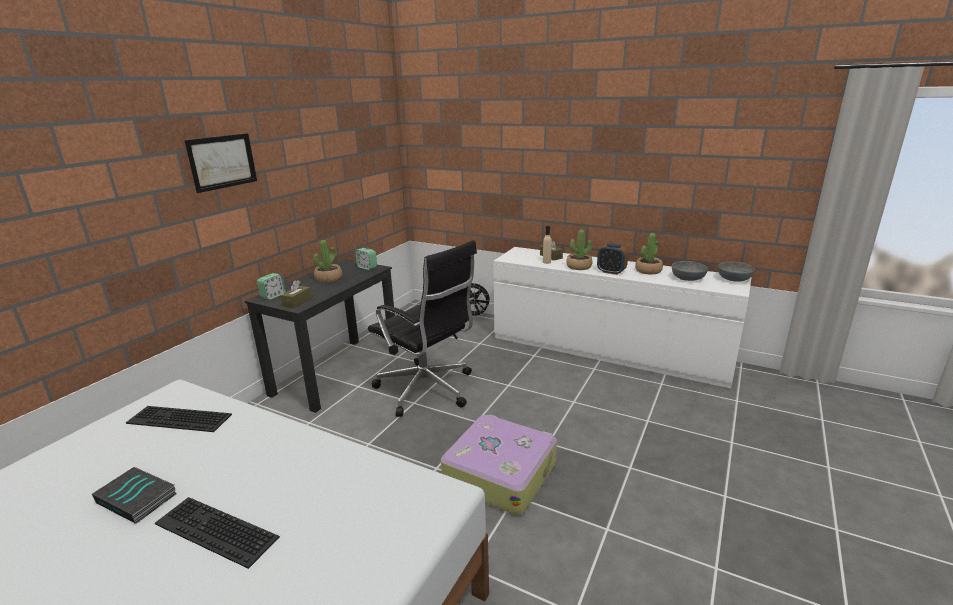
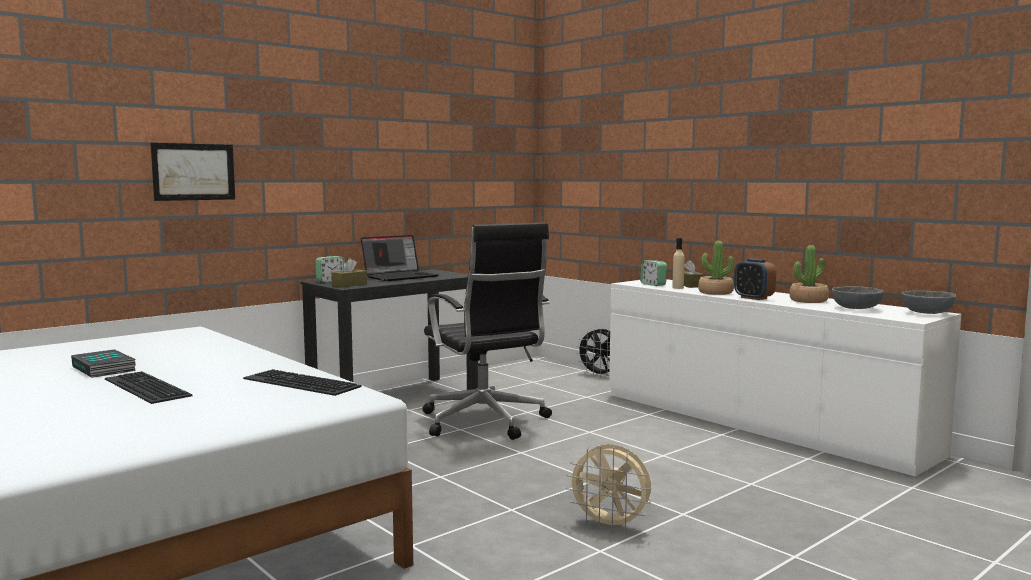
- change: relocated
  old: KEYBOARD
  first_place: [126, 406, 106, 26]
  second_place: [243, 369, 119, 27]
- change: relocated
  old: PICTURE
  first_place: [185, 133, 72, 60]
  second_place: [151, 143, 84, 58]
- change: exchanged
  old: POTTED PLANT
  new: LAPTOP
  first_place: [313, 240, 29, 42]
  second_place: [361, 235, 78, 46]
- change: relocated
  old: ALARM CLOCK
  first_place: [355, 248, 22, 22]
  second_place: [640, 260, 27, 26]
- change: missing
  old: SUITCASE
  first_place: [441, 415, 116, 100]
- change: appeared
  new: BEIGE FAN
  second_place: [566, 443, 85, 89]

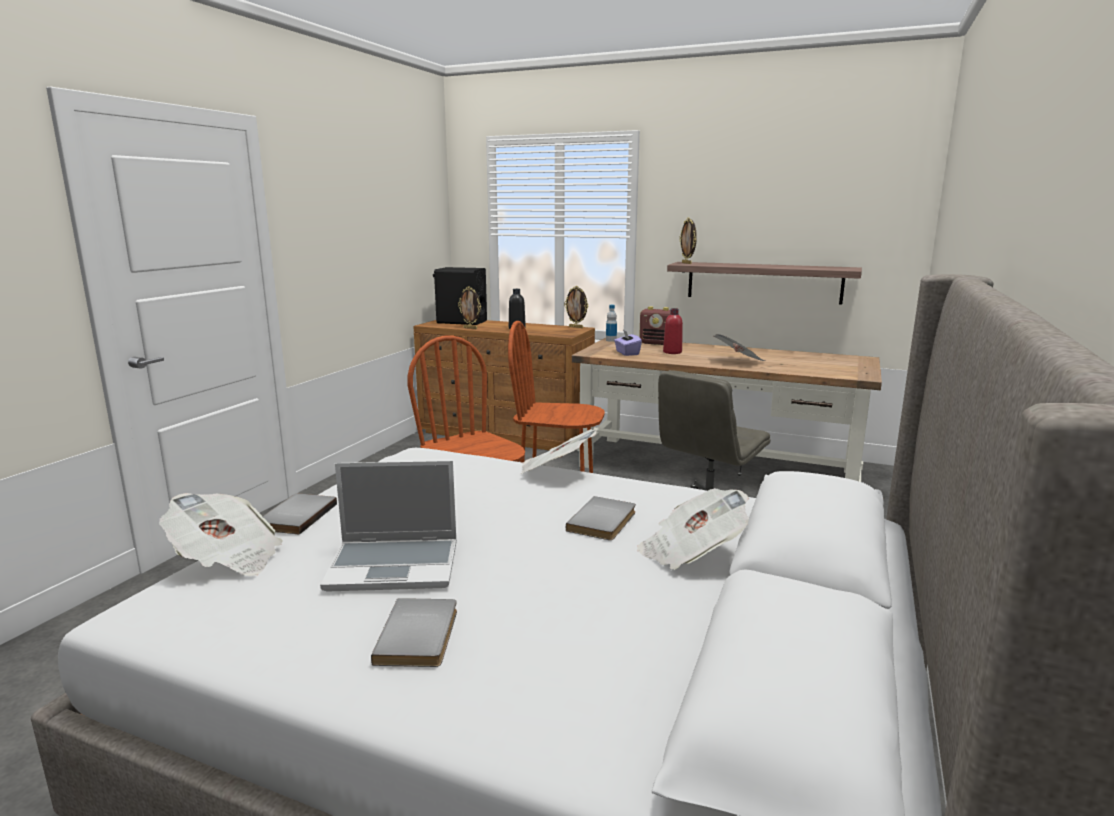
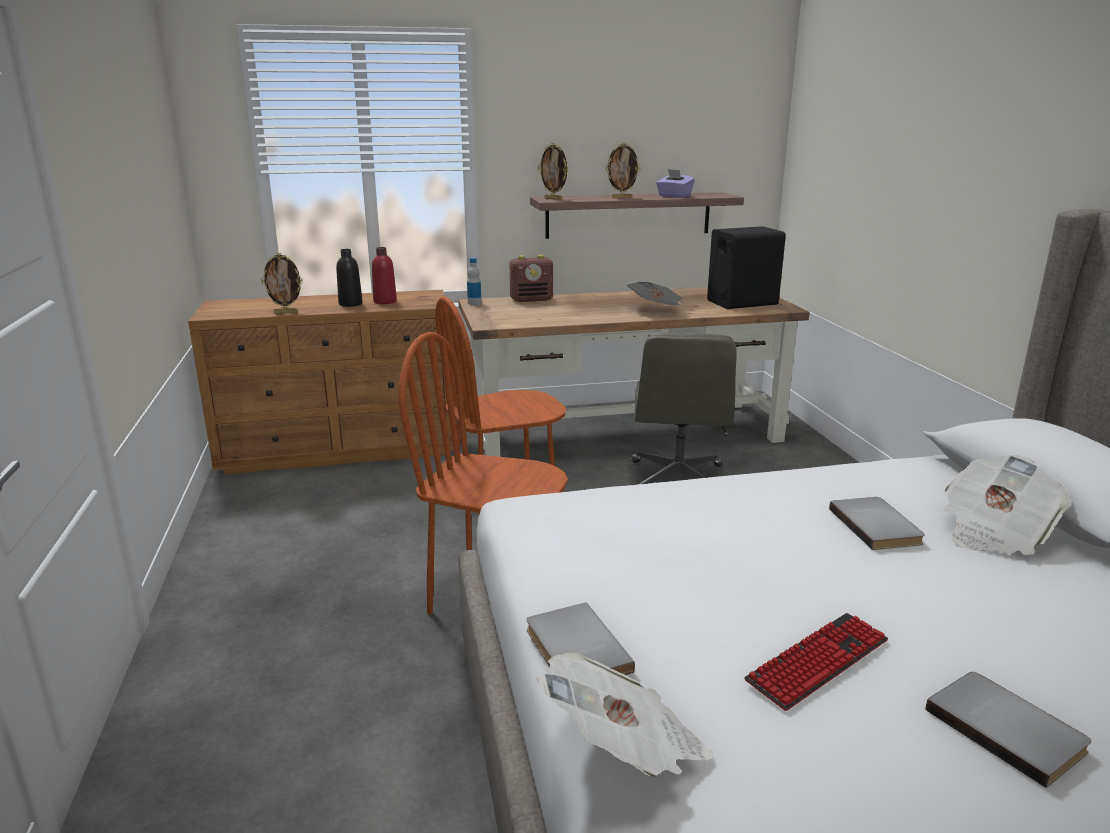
- change: exchanged
  old: LAPTOP
  new: KEYBOARD
  first_place: [320, 461, 137, 131]
  second_place: [744, 613, 144, 98]
- change: relocated
  old: BLACK SPEAKER
  first_place: [433, 267, 54, 58]
  second_place: [707, 226, 79, 83]
- change: missing
  old: NEWSPAPER
  first_place: [521, 429, 76, 45]
- change: relocated
  old: PICTURE FRAME
  first_place: [564, 286, 24, 42]
  second_place: [606, 142, 35, 56]
- change: relocated
  old: PURPLE TISSUE BOX
  first_place: [614, 330, 28, 26]
  second_place: [656, 169, 39, 29]
- change: relocated
  old: RED BOTTLE
  first_place: [663, 308, 20, 46]
  second_place: [372, 247, 25, 57]

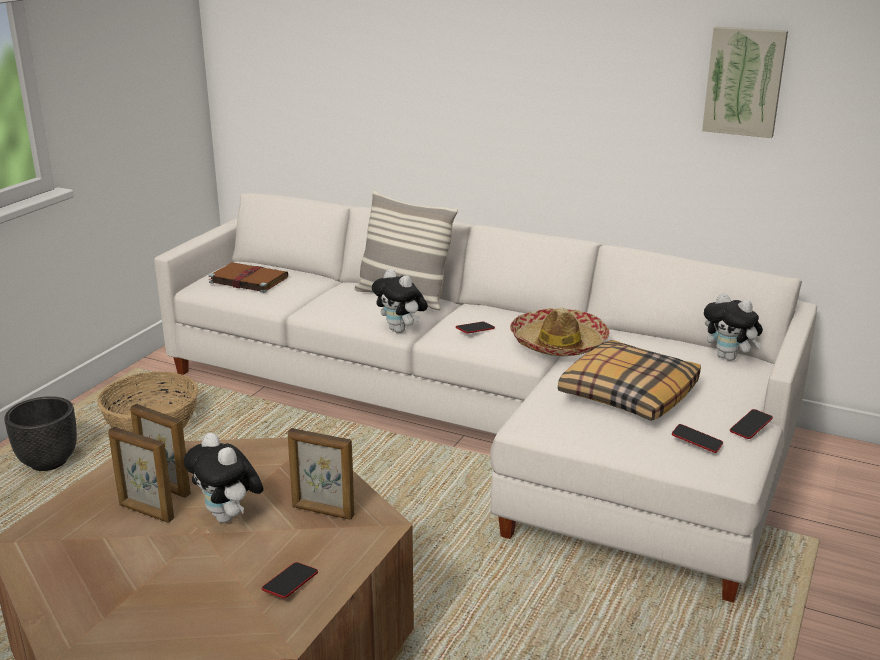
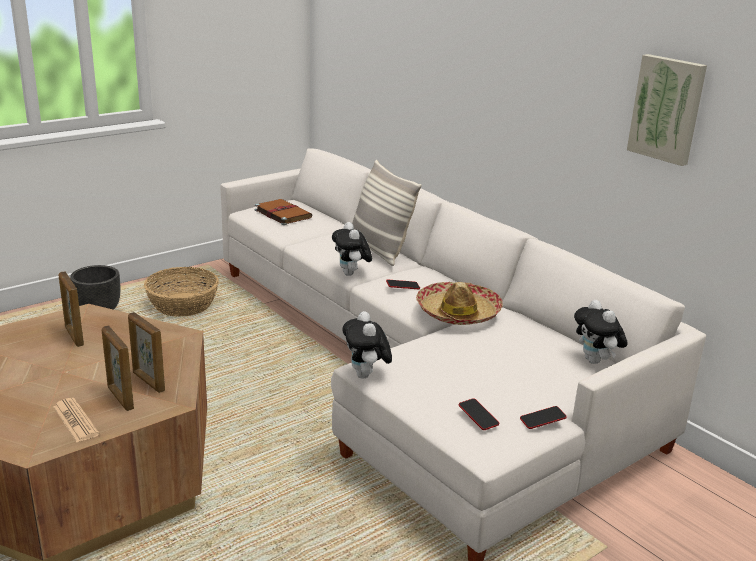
- change: relocated
  old: PICTURE FRAME
  first_place: [108, 427, 66, 96]
  second_place: [102, 325, 32, 86]
- change: relocated
  old: PLUSH TOY
  first_place: [184, 433, 80, 90]
  second_place: [342, 311, 50, 68]
- change: exchanged
  old: PHONE
  new: NEWSPAPER
  first_place: [262, 562, 56, 36]
  second_place: [53, 398, 46, 44]
- change: missing
  old: PILLOW
  first_place: [558, 340, 143, 81]

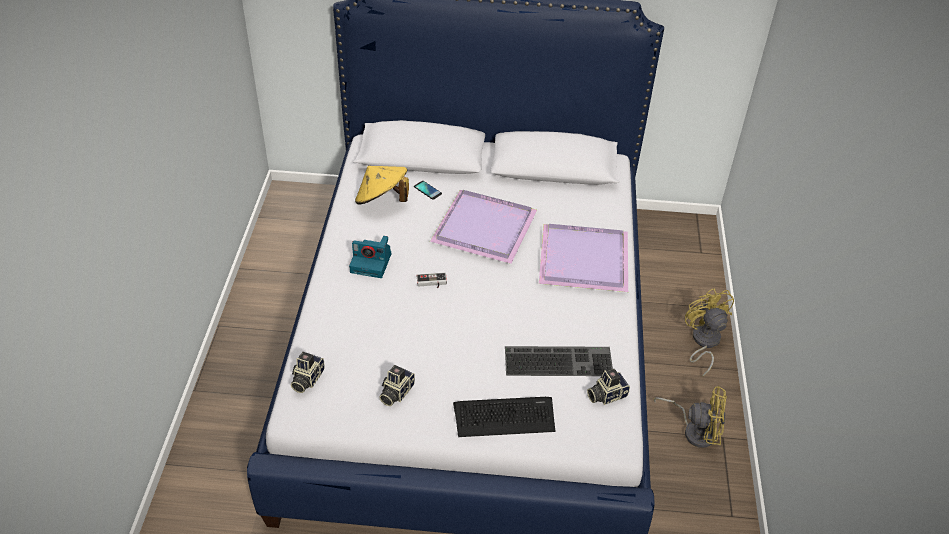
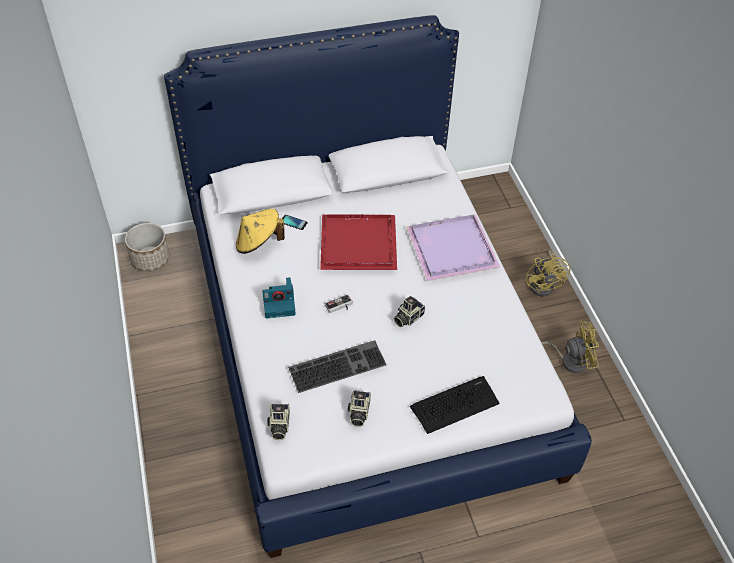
- change: colour
  old: PURPLE TRAY
  new: RED TRAY
  first_place: [430, 190, 107, 74]
  second_place: [320, 214, 77, 56]
- change: relocated
  old: KEYBOARD
  first_place: [505, 346, 108, 30]
  second_place: [288, 340, 98, 53]
- change: relocated
  old: PHOTO CAMERA
  first_place: [587, 369, 43, 36]
  second_place: [394, 296, 31, 31]
- change: spun
  old: YELLOW FAN
  first_place: [685, 288, 49, 89]
  second_place: [525, 250, 45, 46]
  degrees: -150
- change: appeared
  new: PLANTER
  second_place: [125, 223, 45, 49]

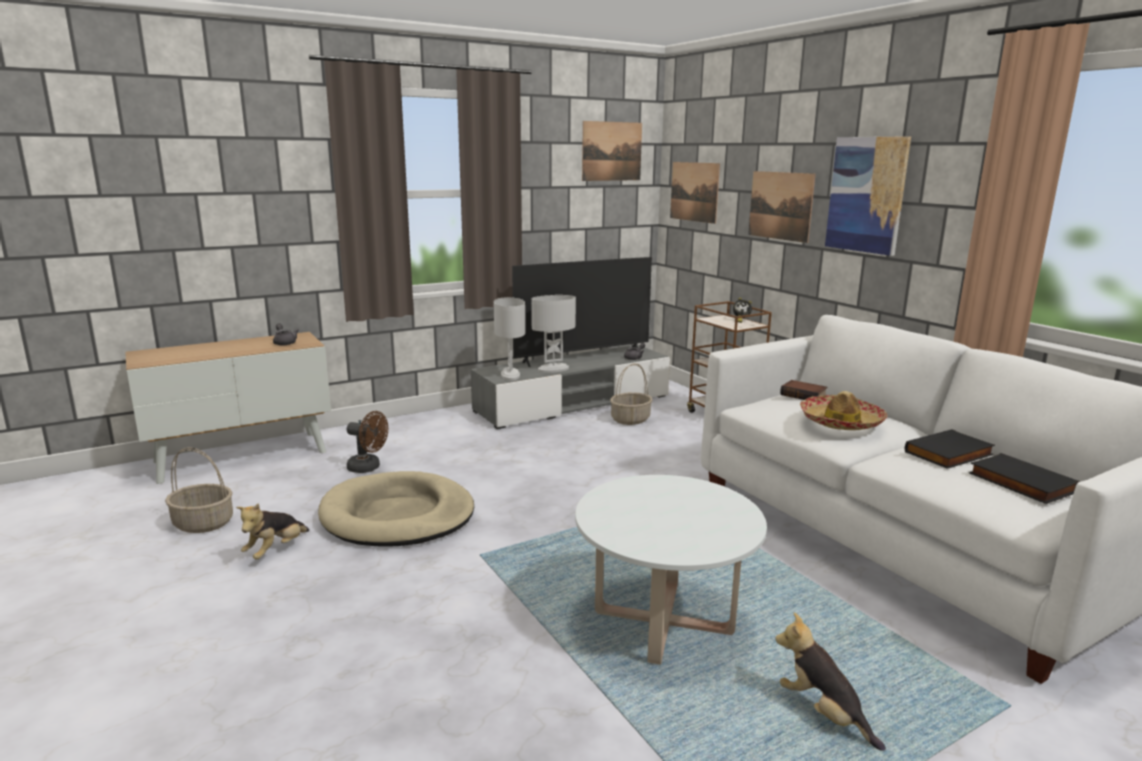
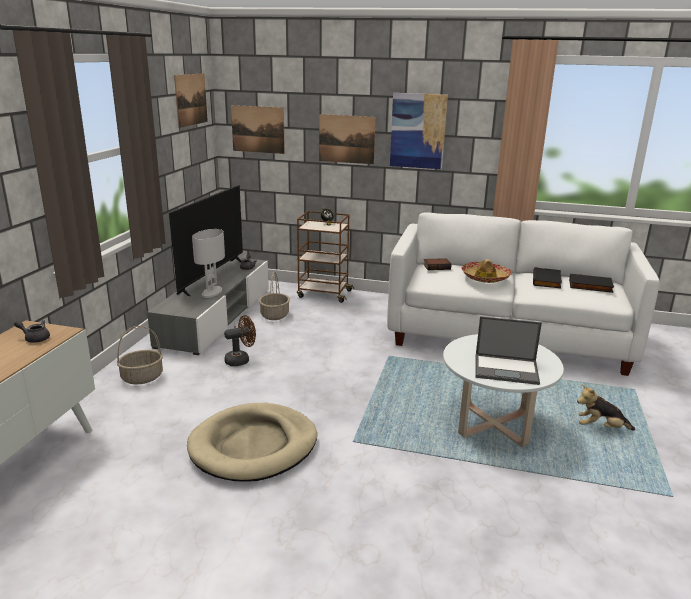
- change: relocated
  old: BASKET
  first_place: [165, 447, 68, 86]
  second_place: [117, 326, 46, 58]
- change: missing
  old: PLUSH TOY
  first_place: [236, 503, 73, 56]
- change: relocated
  old: BROWN FAN
  first_place: [347, 411, 41, 62]
  second_place: [224, 315, 32, 51]
- change: missing
  old: WHITE TABLE LAMP
  first_place: [494, 297, 31, 84]
- change: appeared
  new: LAPTOP
  second_place: [475, 316, 67, 69]

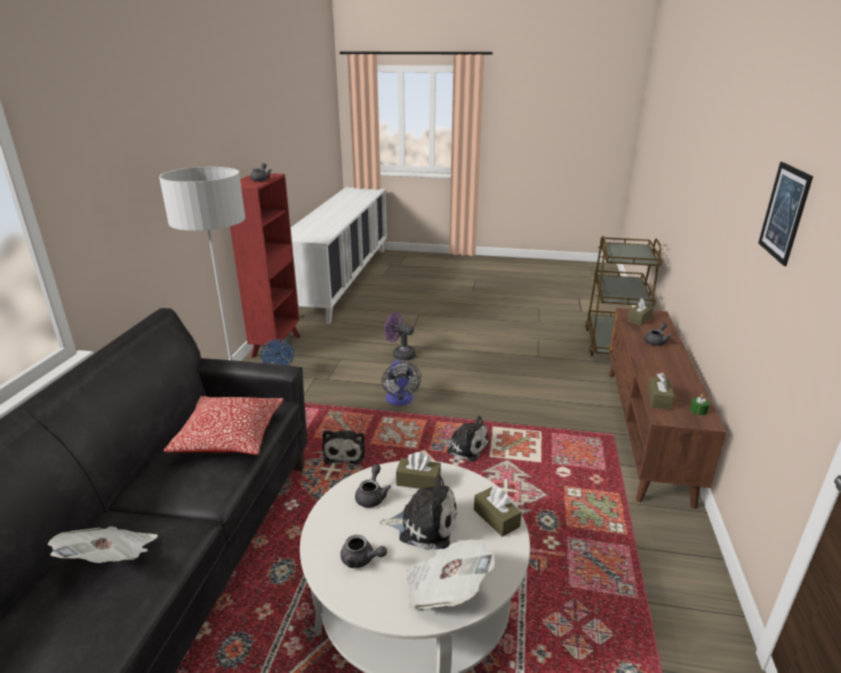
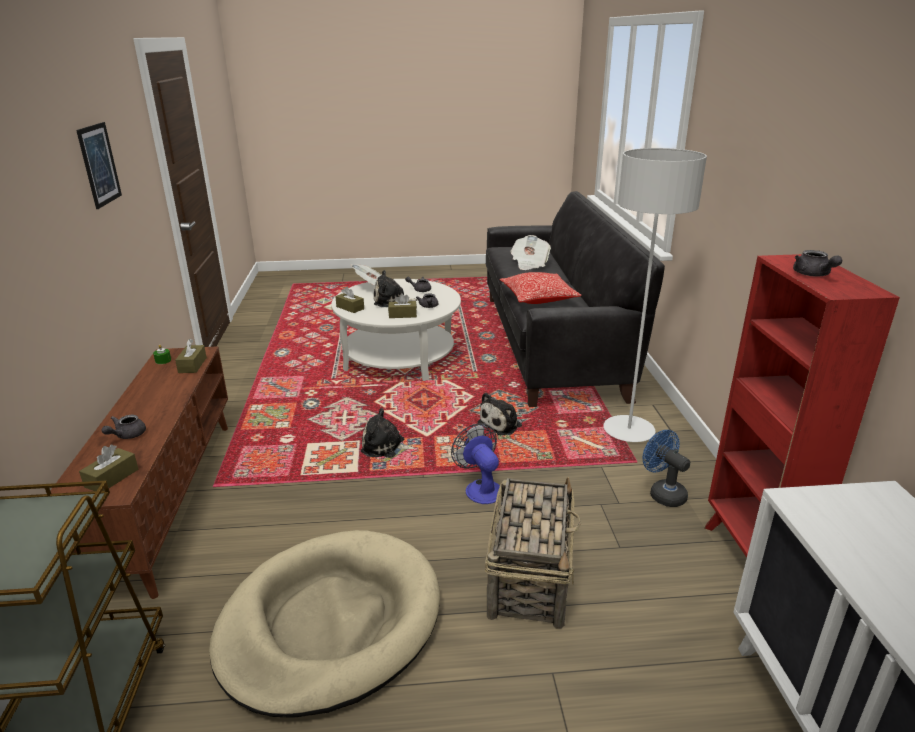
- change: spun
  old: PLUSH TOY
  first_place: [322, 430, 43, 34]
  second_place: [477, 393, 45, 42]
  degrees: -120
- change: exchanged
  old: PURPLE FAN
  new: BASKET
  first_place: [384, 312, 32, 49]
  second_place: [485, 477, 96, 152]
- change: appeared
  new: BEIGE DOG BED
  second_place: [209, 530, 231, 188]

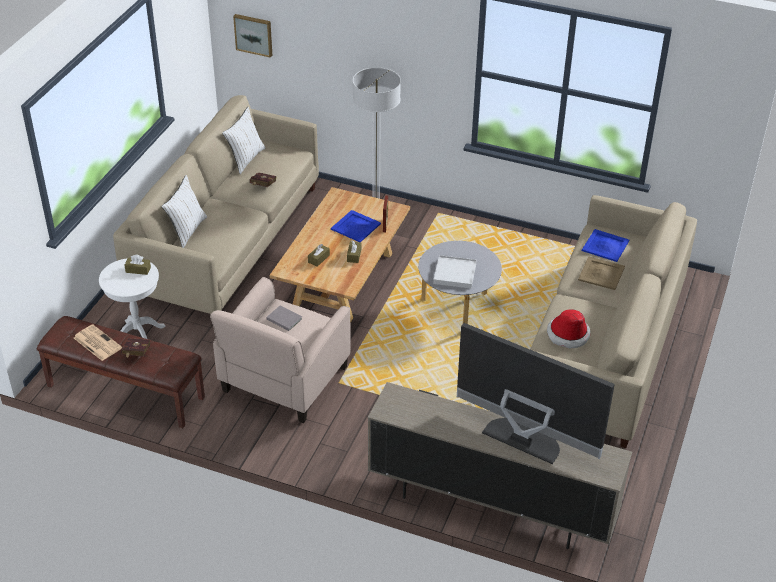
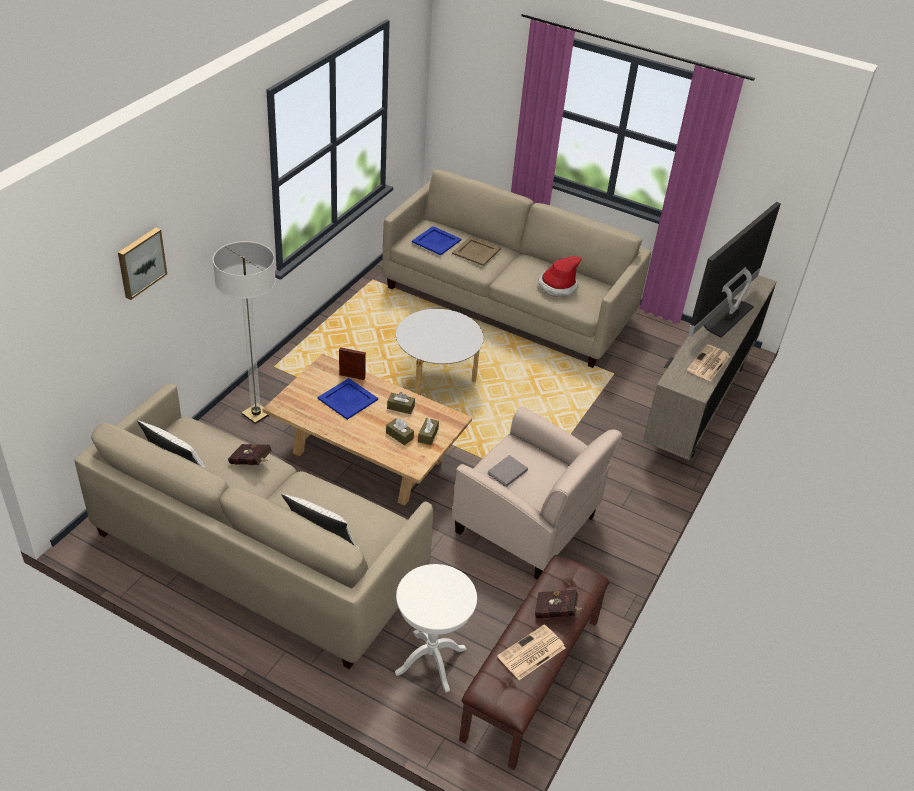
- change: relocated
  old: BROWN TISSUE BOX
  first_place: [124, 255, 27, 20]
  second_place: [418, 418, 21, 27]
- change: relocated
  old: PICTURE
  first_place: [233, 14, 39, 44]
  second_place: [118, 228, 49, 72]
- change: missing
  old: WHITE TRAY
  first_place: [433, 255, 44, 34]
- change: appeared
  new: NEWSPAPER
  second_place: [687, 344, 43, 38]

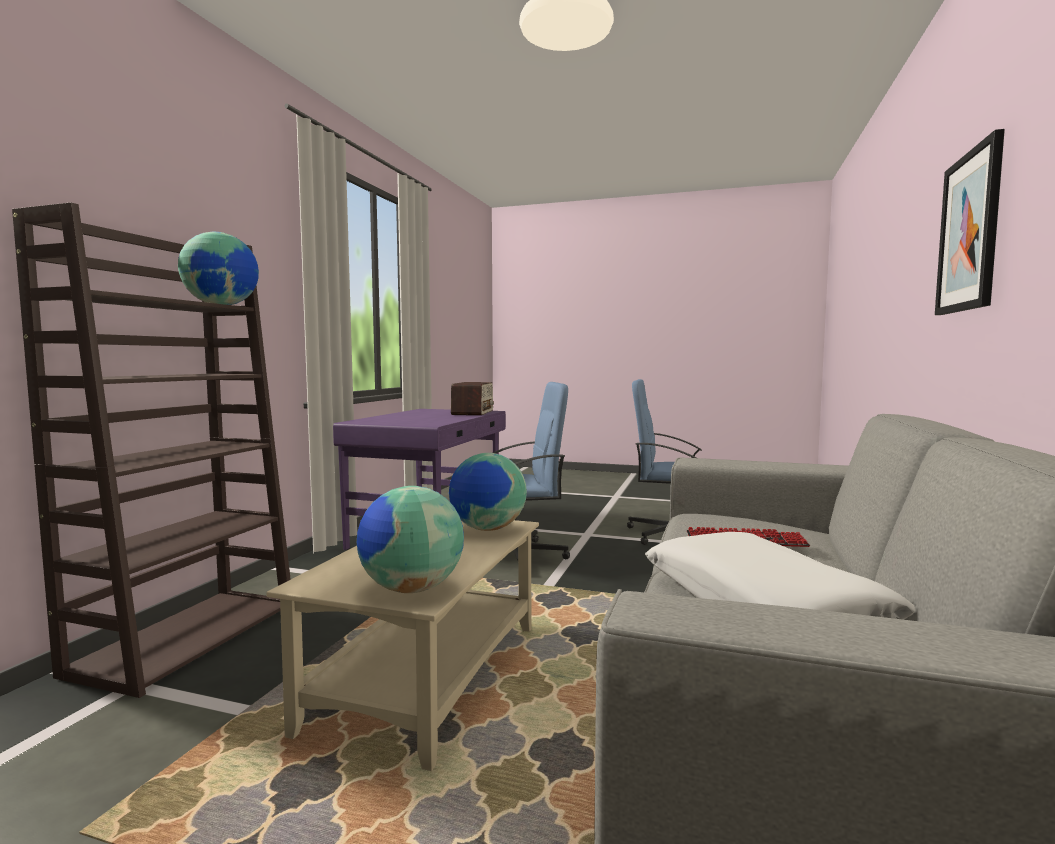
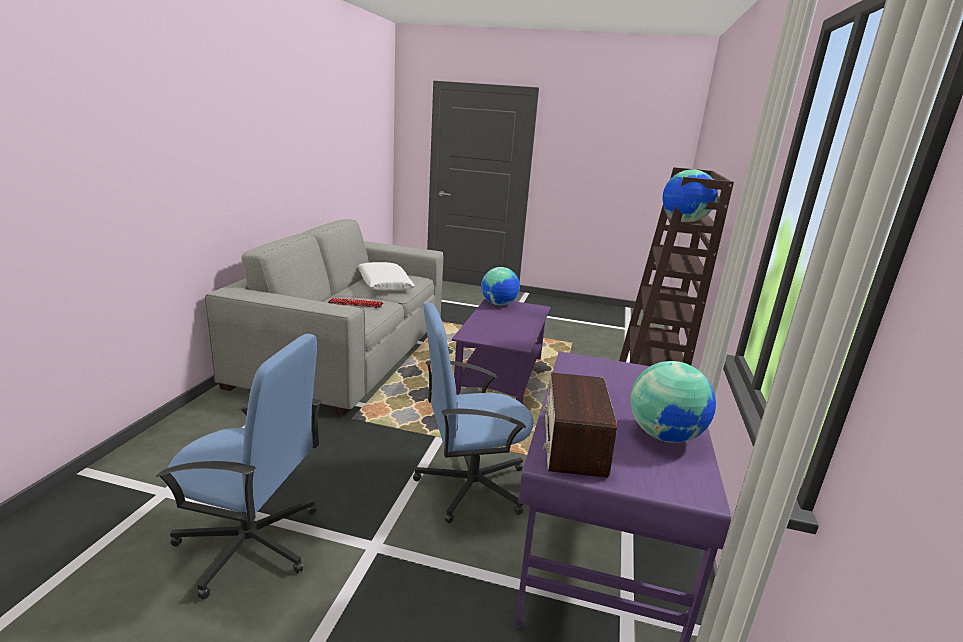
- change: colour
  old: BEIGE COFFEE TABLE
  new: PURPLE COFFEE TABLE
  first_place: [266, 520, 273, 251]
  second_place: [452, 298, 99, 106]
- change: relocated
  old: GLOBE
  first_place: [449, 453, 78, 78]
  second_place: [630, 361, 86, 82]
- change: missing
  old: PICTURE
  first_place: [935, 129, 70, 186]

